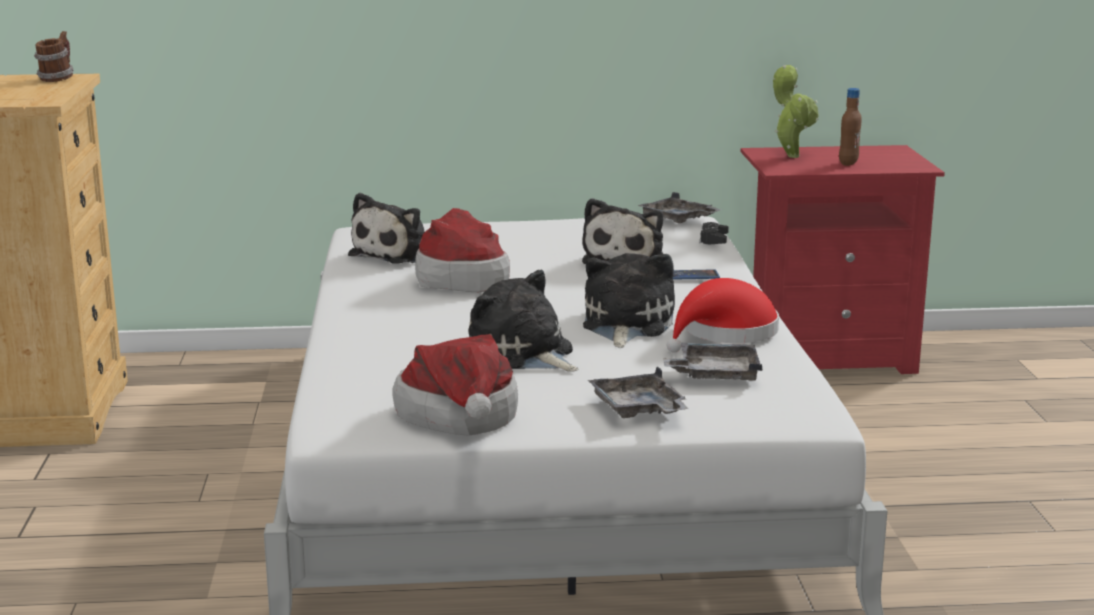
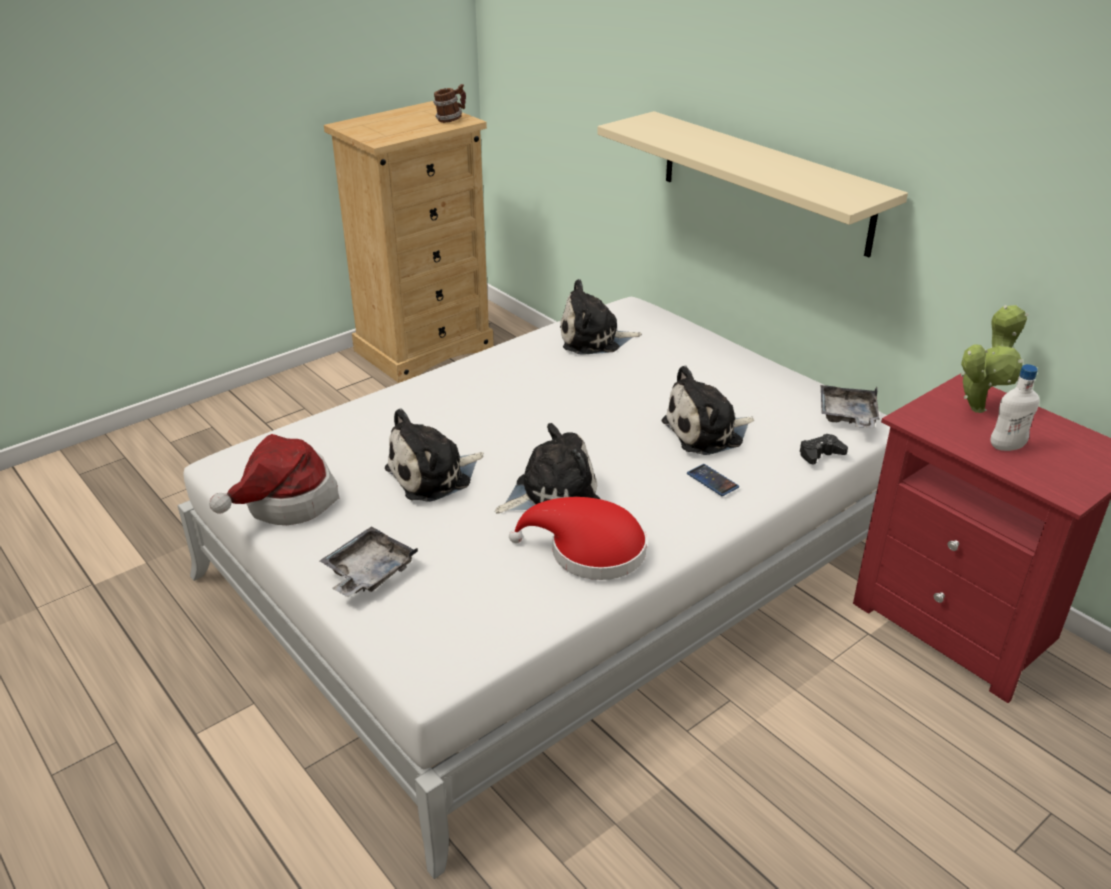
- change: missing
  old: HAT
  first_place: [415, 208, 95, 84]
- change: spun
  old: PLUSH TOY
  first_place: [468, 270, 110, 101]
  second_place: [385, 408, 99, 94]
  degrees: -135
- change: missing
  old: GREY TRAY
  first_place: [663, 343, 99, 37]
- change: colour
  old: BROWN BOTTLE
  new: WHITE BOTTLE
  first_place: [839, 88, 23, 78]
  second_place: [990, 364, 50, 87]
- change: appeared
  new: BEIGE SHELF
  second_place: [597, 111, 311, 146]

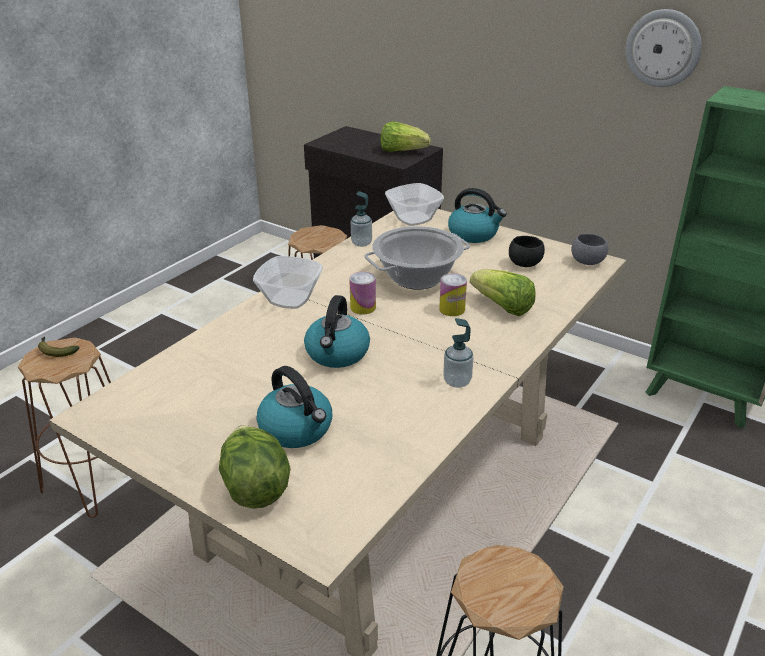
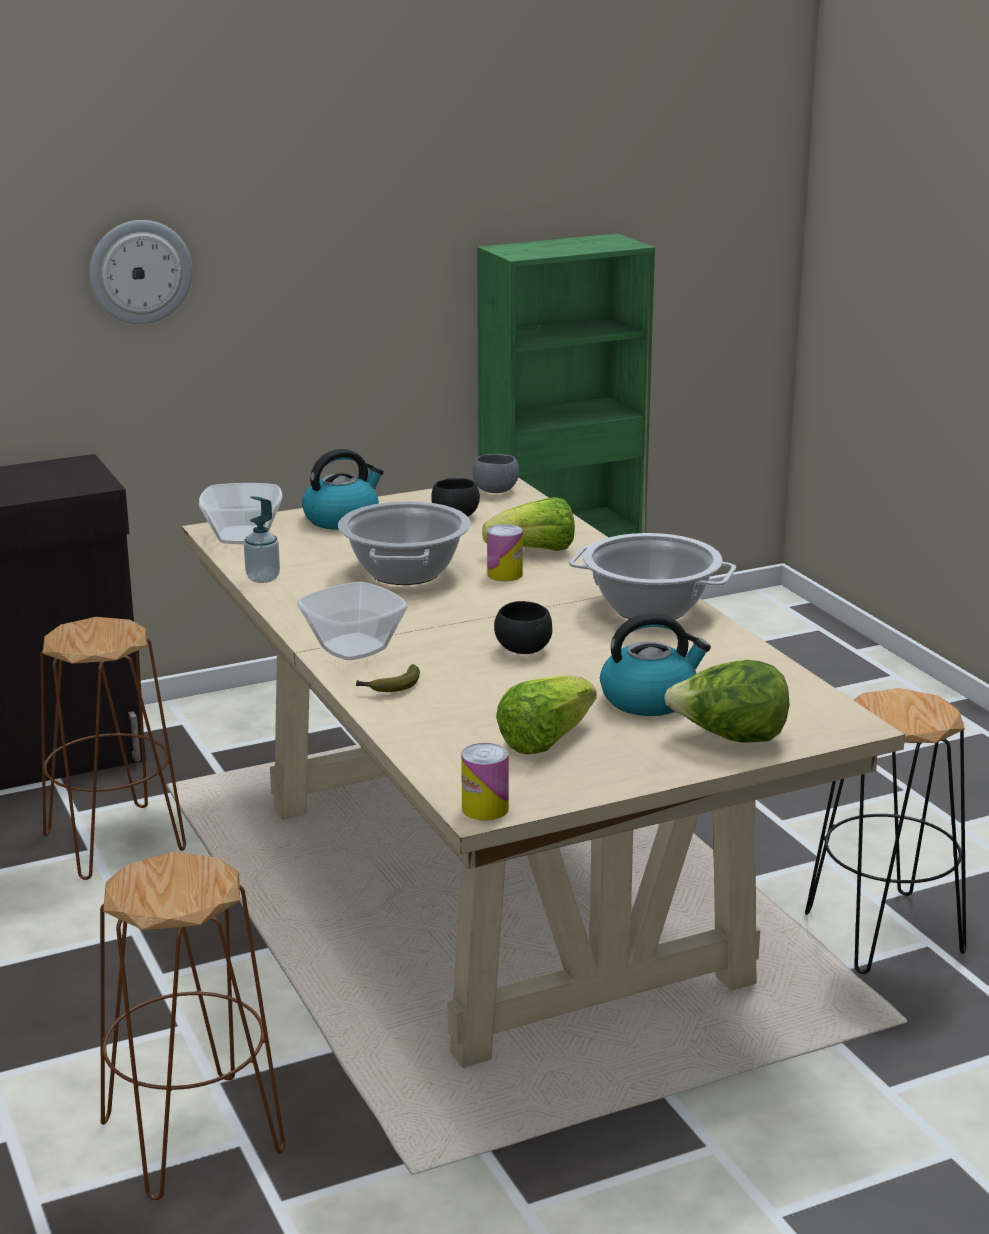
- change: relocated
  old: BANANA
  first_place: [38, 337, 41, 20]
  second_place: [356, 664, 64, 28]
- change: exchanged
  old: KETTLE
  new: BLACK BOWL
  first_place: [304, 295, 66, 73]
  second_place: [494, 601, 58, 53]
- change: relocated
  old: CAN
  first_place: [349, 272, 27, 43]
  second_place: [461, 743, 48, 78]
- change: relocated
  old: LETTUCE
  first_place: [381, 121, 50, 31]
  second_place: [496, 675, 101, 79]
- change: exchanged
  old: SOAP DISPENSER
  new: COOKING POT
  first_place: [443, 318, 30, 70]
  second_place: [569, 533, 167, 86]
- change: relocated
  old: WALL CLOCK
  first_place: [625, 9, 77, 78]
  second_place: [89, 220, 103, 104]

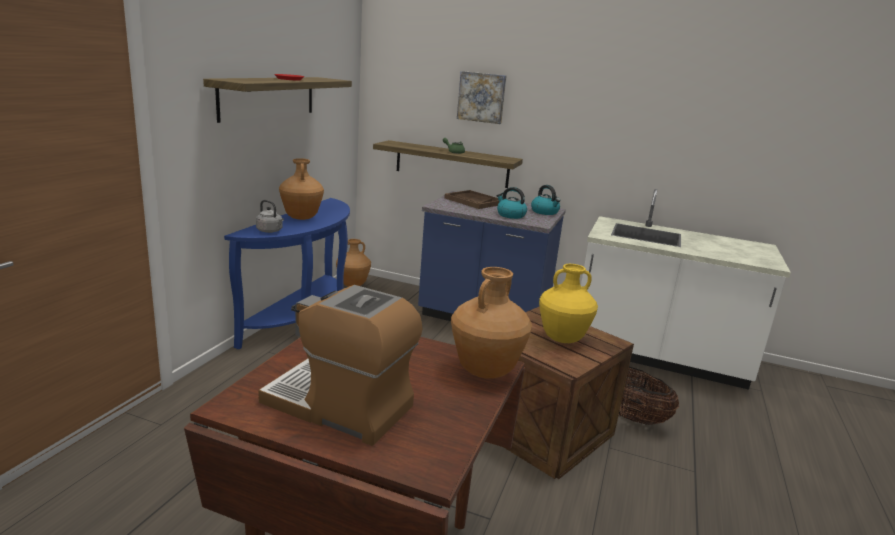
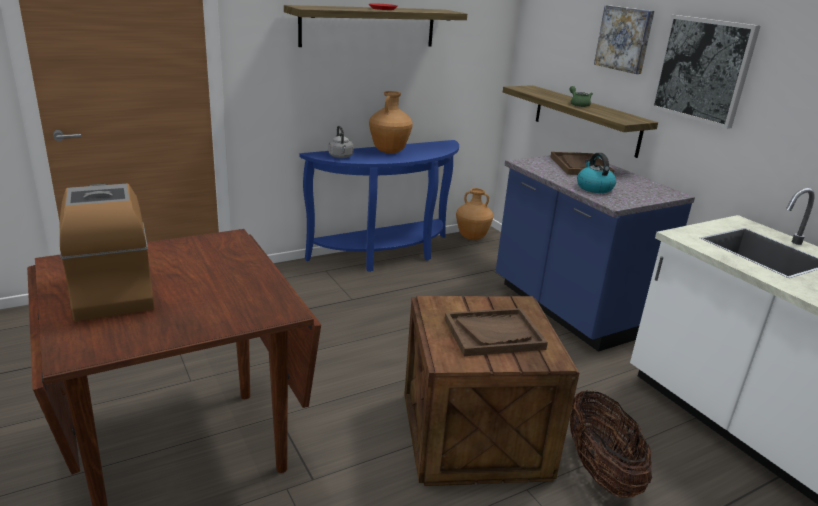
- change: missing
  old: BROWN VASE
  first_place: [451, 267, 81, 112]
- change: missing
  old: KETTLE
  first_place: [531, 185, 29, 30]
- change: exchanged
  old: YELLOW VASE
  new: BROWN TRAY
  first_place: [539, 264, 59, 79]
  second_place: [445, 308, 103, 48]
- change: appeared
  new: PICTURE
  second_place: [651, 15, 110, 114]

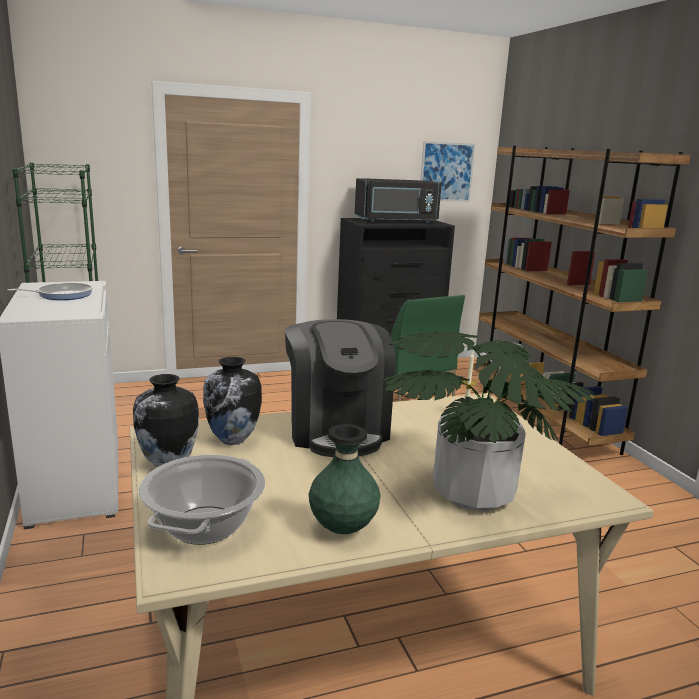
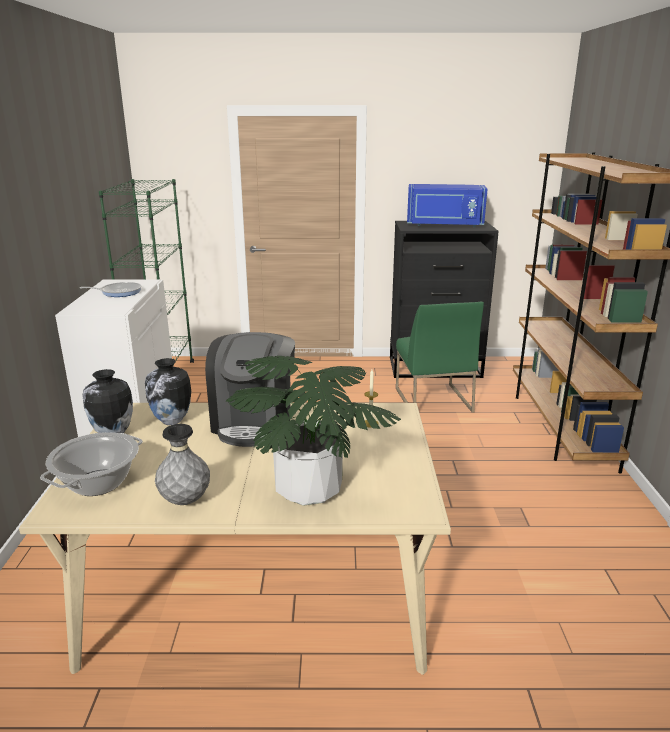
- change: colour
  old: GREEN VASE
  new: GREY VASE
  first_place: [309, 424, 72, 110]
  second_place: [155, 424, 55, 81]
- change: colour
  old: BLACK MICROWAVE
  new: BLUE MICROWAVE
  first_place: [355, 178, 87, 45]
  second_place: [407, 184, 81, 43]
- change: missing
  old: PICTURE
  first_place: [421, 141, 55, 61]

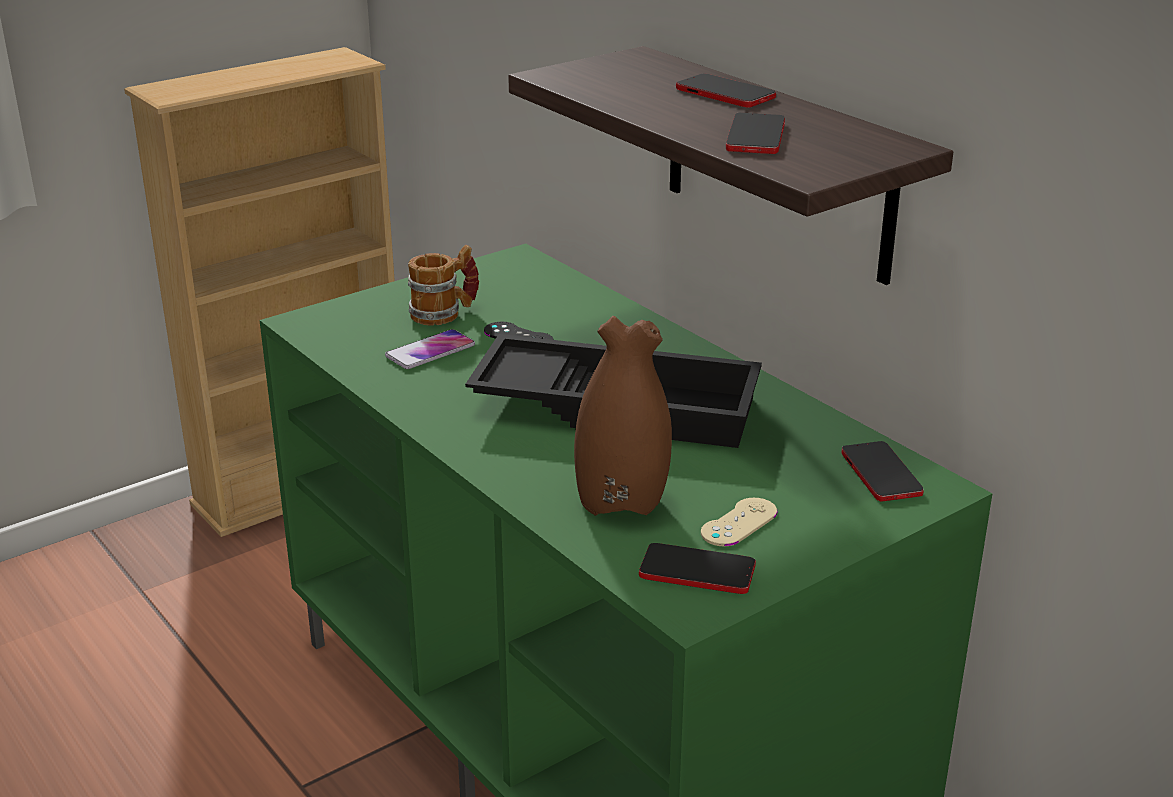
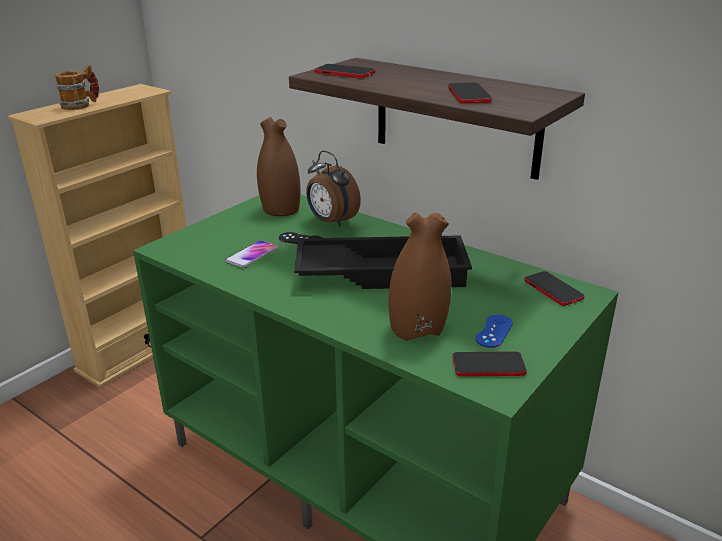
- change: relocated
  old: MUG
  first_place: [408, 245, 71, 81]
  second_place: [55, 64, 44, 46]
- change: relocated
  old: PHONE
  first_place: [676, 73, 100, 35]
  second_place: [315, 64, 60, 14]
- change: colour
  old: BEIGE GAME CONTROLLER
  new: BLUE GAME CONTROLLER
  first_place: [701, 498, 76, 48]
  second_place: [475, 315, 38, 33]
- change: appeared
  new: BROWN VASE
  second_place: [257, 117, 43, 99]
- change: appeared
  new: ALARM CLOCK
  second_place: [306, 151, 55, 76]

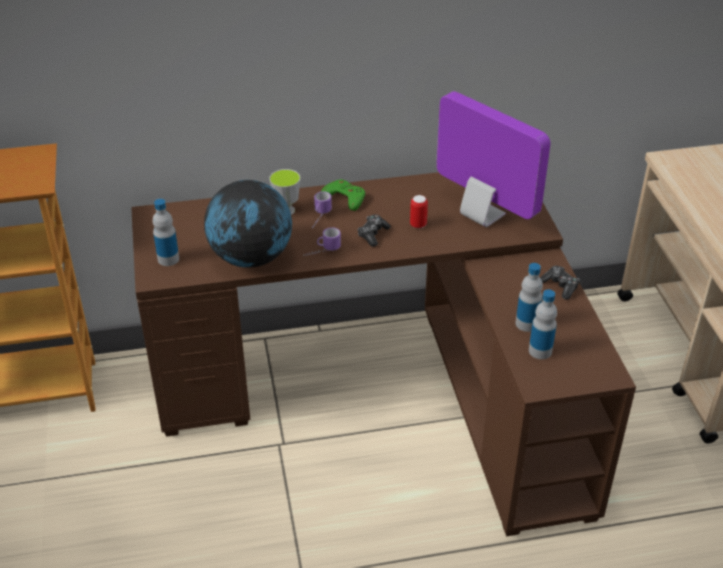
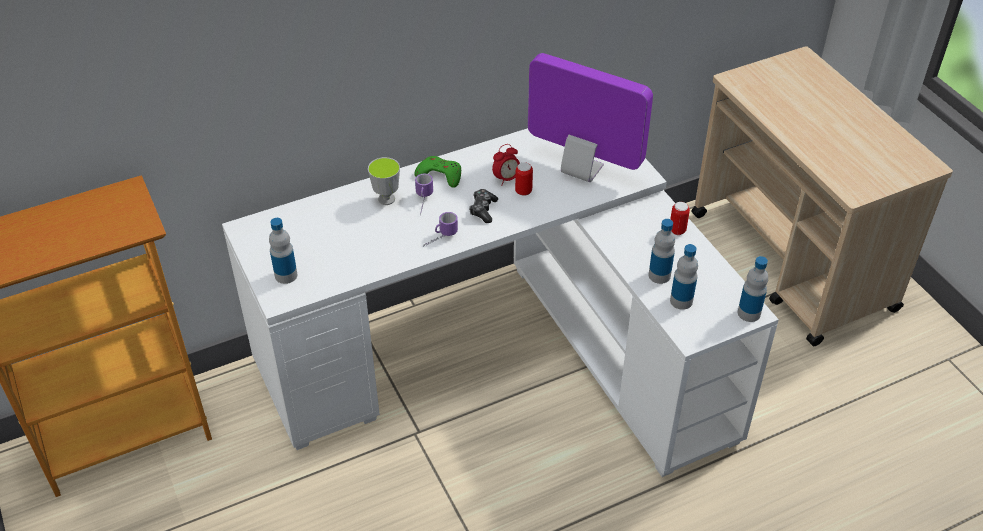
- change: colour
  old: BROWN DESK
  new: WHITE DESK
  first_place: [131, 172, 505, 364]
  second_place: [222, 128, 557, 349]
- change: missing
  old: GLOBE
  first_place: [204, 180, 88, 88]
- change: exchanged
  old: GAME CONTROLLER
  new: CAN
  first_place: [540, 266, 40, 34]
  second_place: [671, 202, 19, 33]
- change: appeared
  new: ALARM CLOCK
  second_place: [492, 144, 28, 42]
- change: appeared
  new: BOTTLE
  second_place: [738, 256, 30, 66]

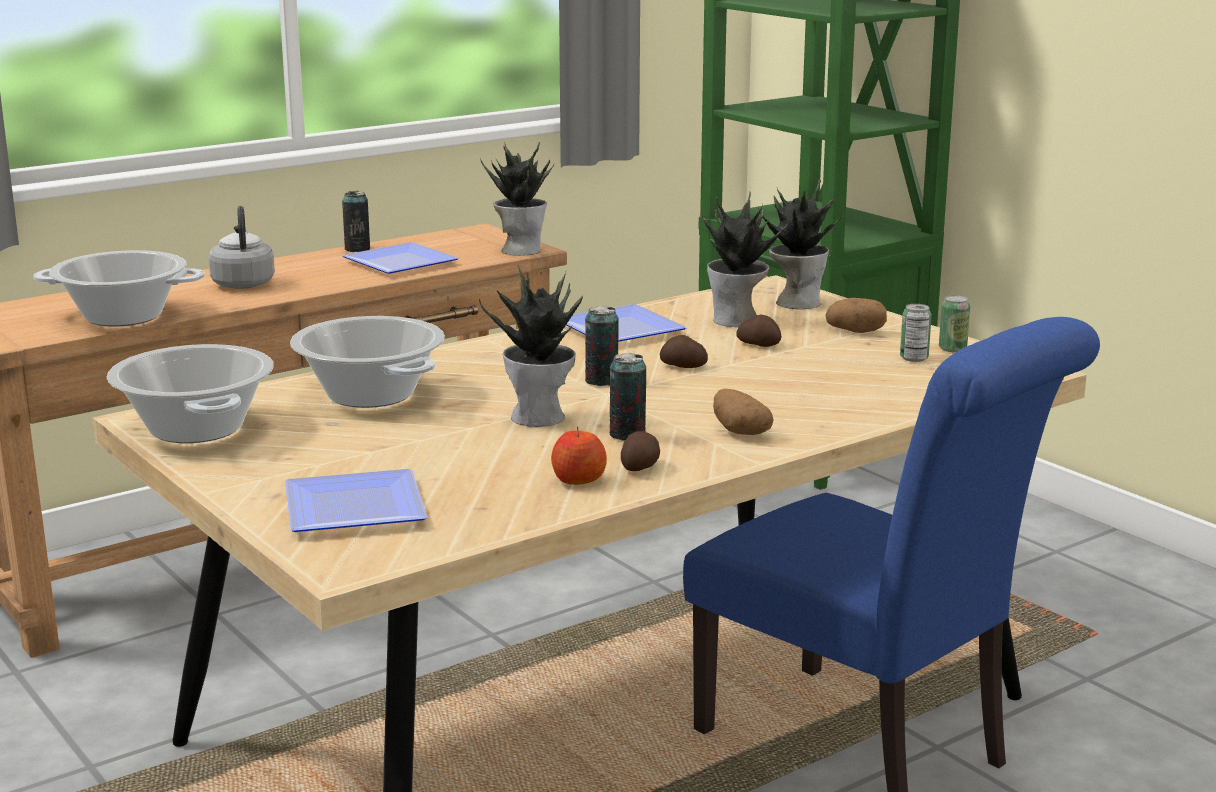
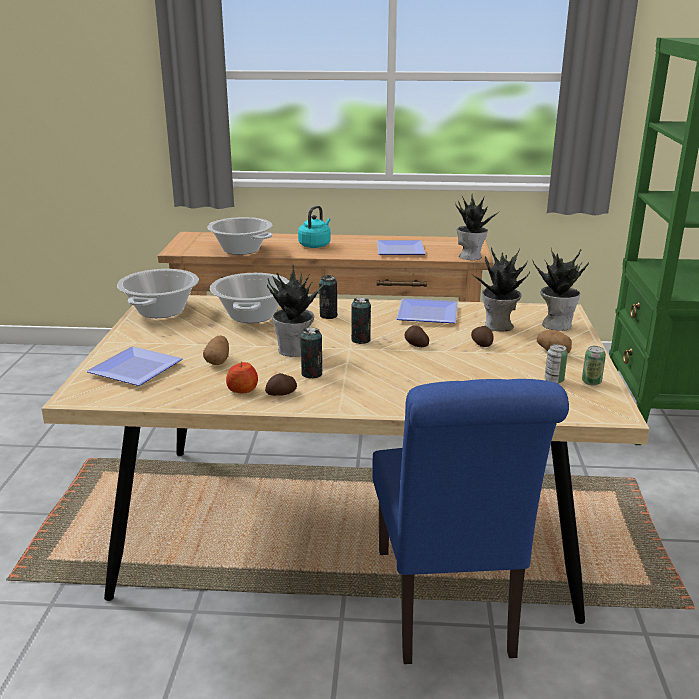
- change: colour
  old: GREY KETTLE
  new: TURQUOISE KETTLE
  first_place: [208, 206, 67, 83]
  second_place: [298, 206, 32, 42]
- change: relocated
  old: CAN
  first_place: [342, 191, 28, 61]
  second_place: [319, 275, 19, 44]
- change: relocated
  old: POTATO
  first_place: [713, 389, 60, 46]
  second_place: [203, 336, 26, 29]

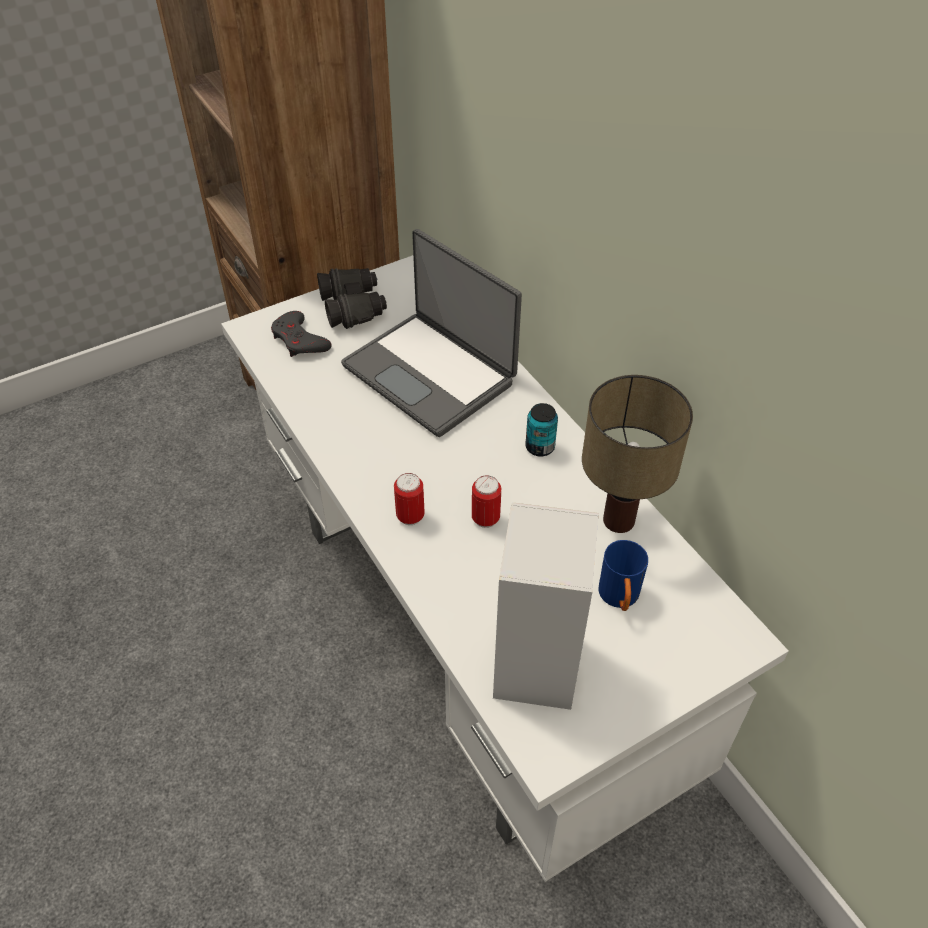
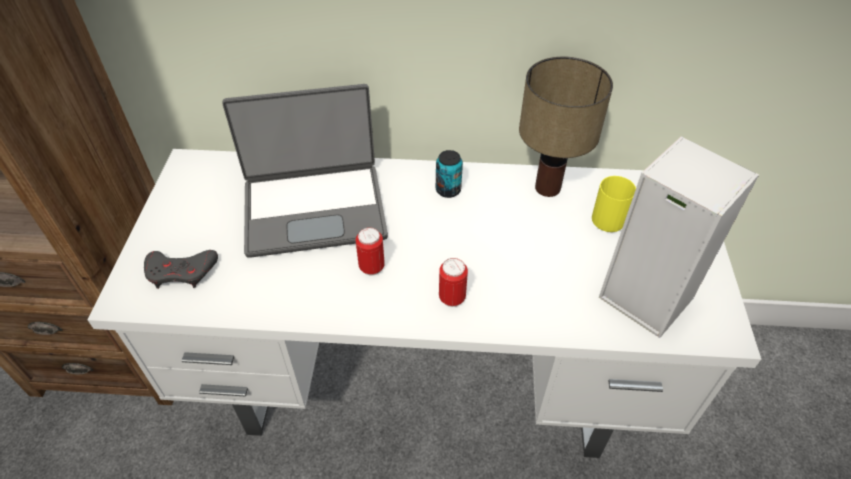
- change: missing
  old: BLACK BINOCULARS
  first_place: [317, 268, 70, 61]
- change: relocated
  old: CAN
  first_place: [472, 476, 29, 52]
  second_place: [356, 227, 29, 49]
- change: colour
  old: BLUE MUG
  new: YELLOW MUG
  first_place: [598, 540, 50, 71]
  second_place: [592, 176, 44, 56]

